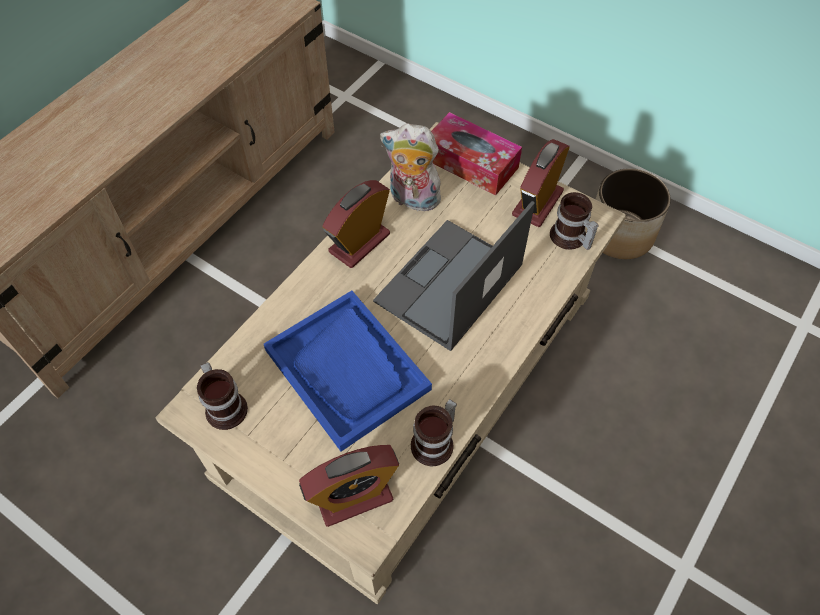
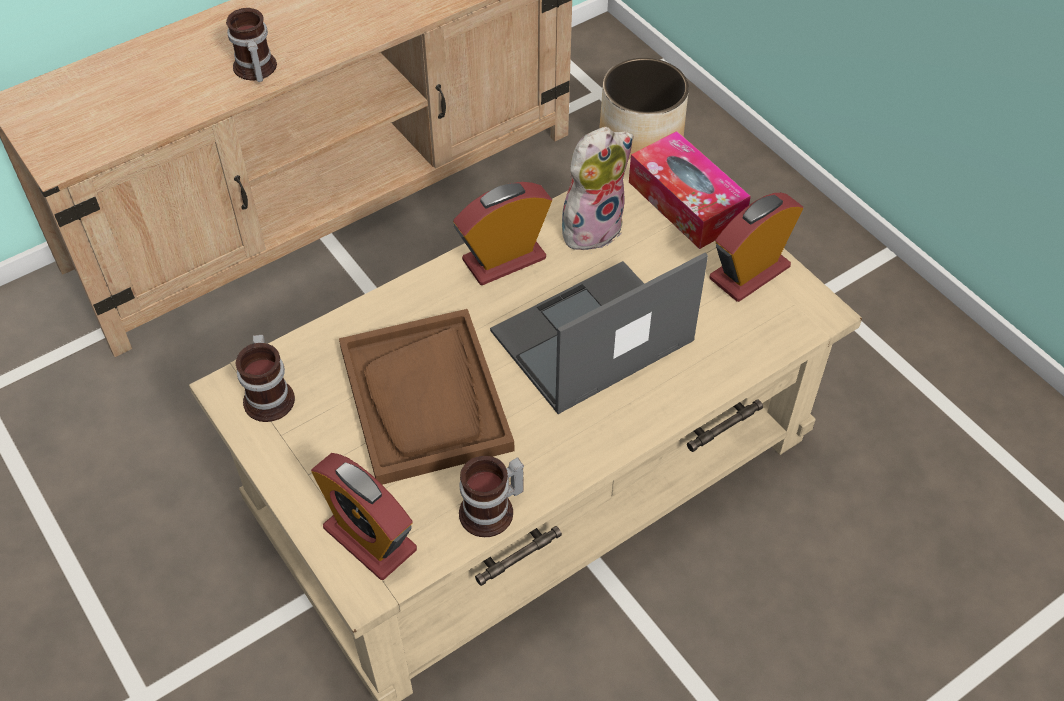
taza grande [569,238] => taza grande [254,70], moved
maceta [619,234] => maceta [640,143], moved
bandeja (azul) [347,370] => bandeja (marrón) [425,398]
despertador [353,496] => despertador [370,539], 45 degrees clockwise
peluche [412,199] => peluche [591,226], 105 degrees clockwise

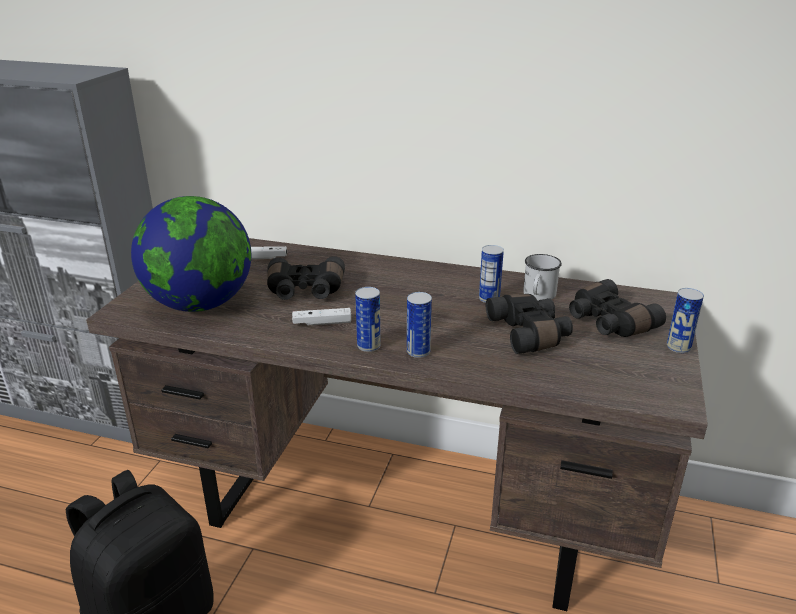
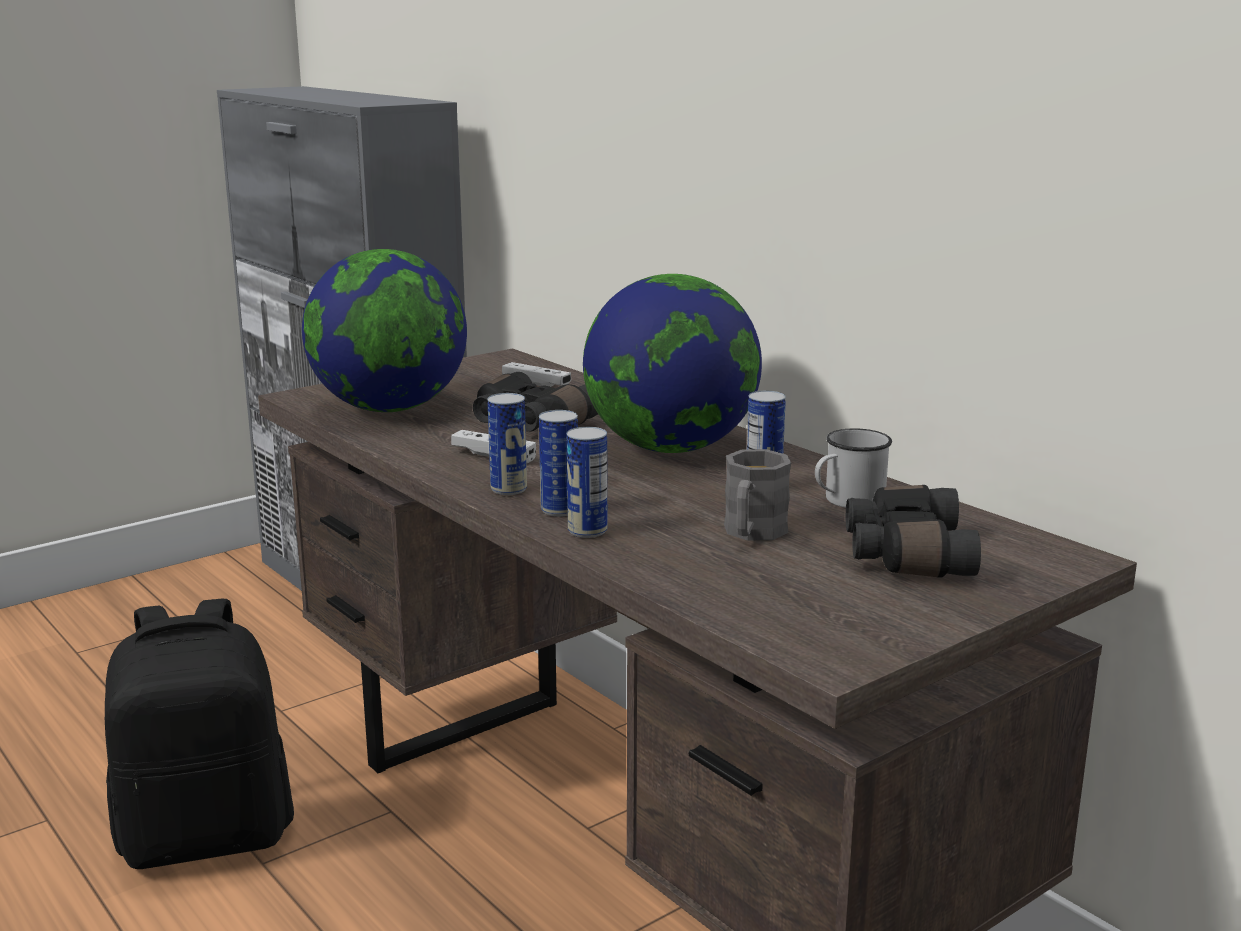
nothing => globo terráqueo [671,448]
lata [678,347] => lata [587,531], moved
prismáticos (negro) [530,333] => taza grande (gris) [752,533]

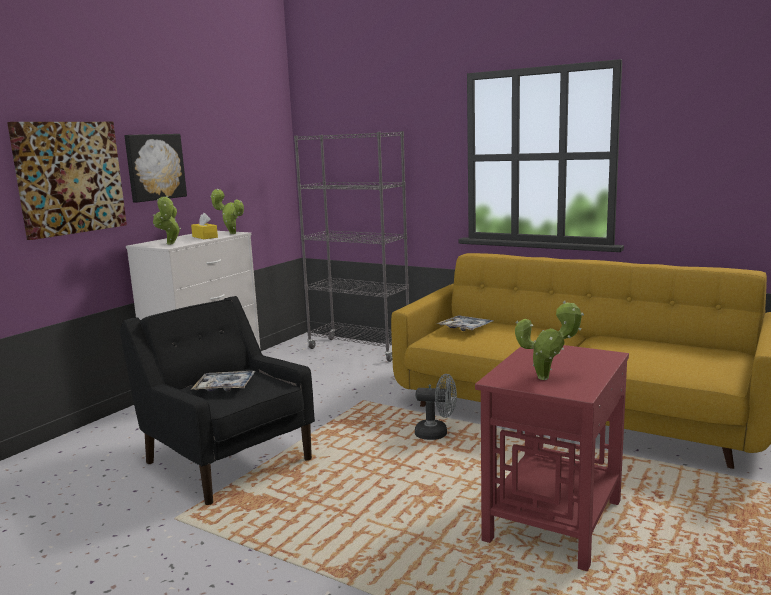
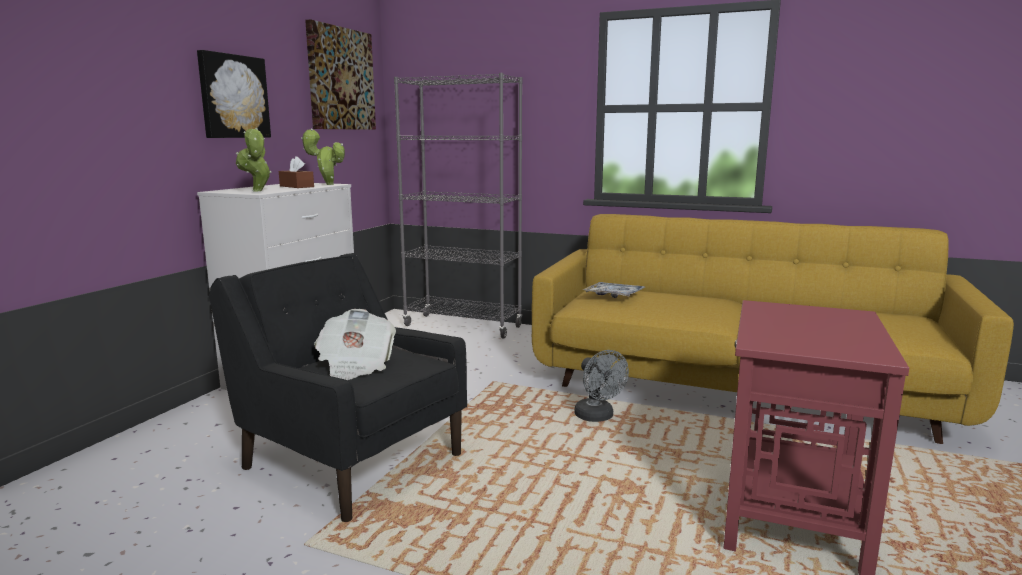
planta en maceta [547,378] => nothing
cuadro [69,178] => cuadro [340,79], moved
bandeja [225,387] => periódico [355,365]
caja de pañuelos (amarillo) [205,237] => caja de pañuelos (marrón) [296,186]
ventilador (gris) [437,434] => ventilador (gris) [598,417], 60 degrees clockwise

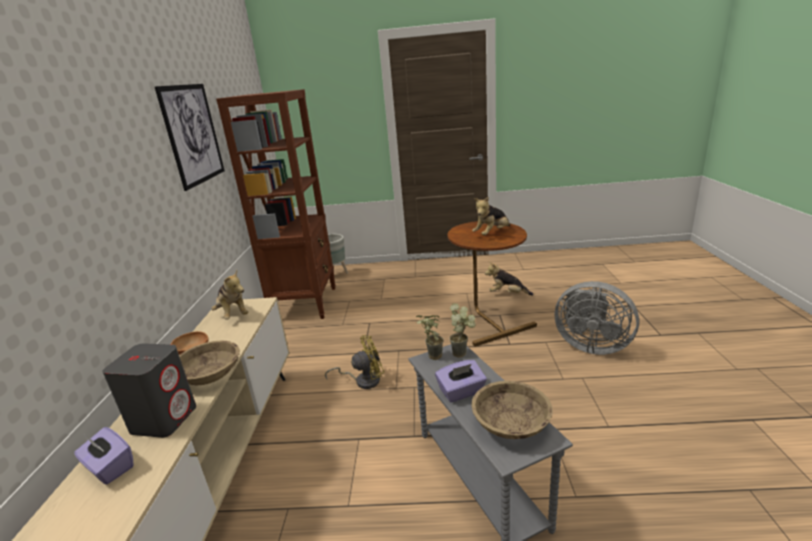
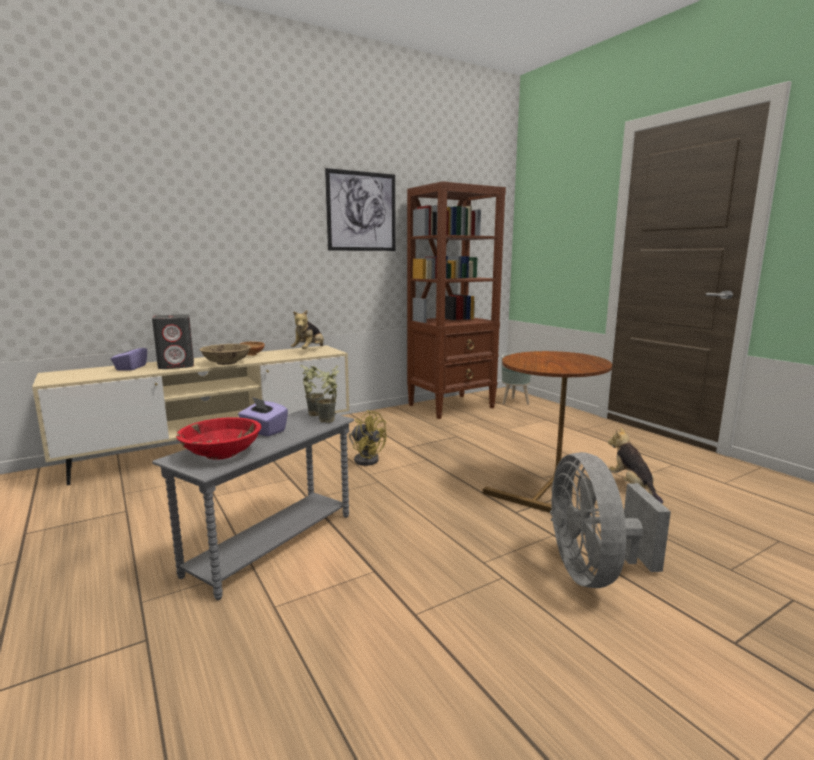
peluche [492,234] => nothing
cuenco (beis) [511,425] => cuenco (rojo) [221,453]

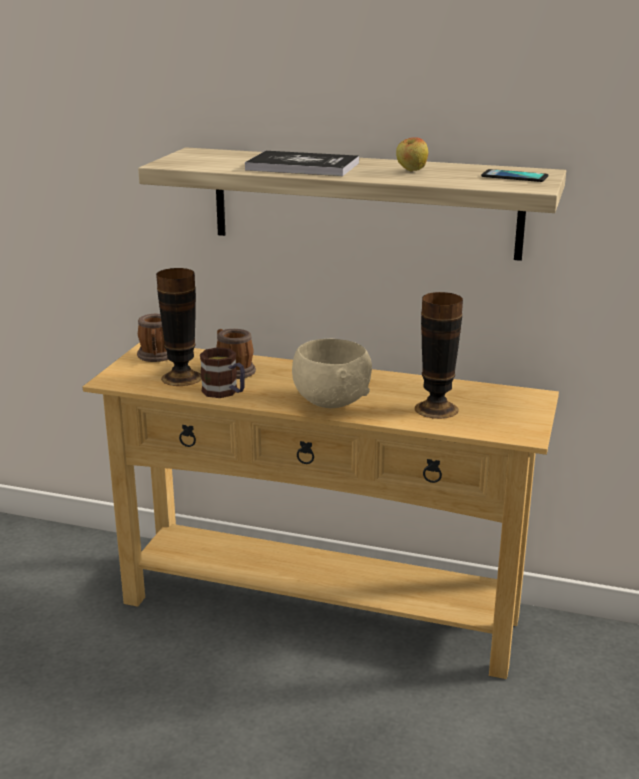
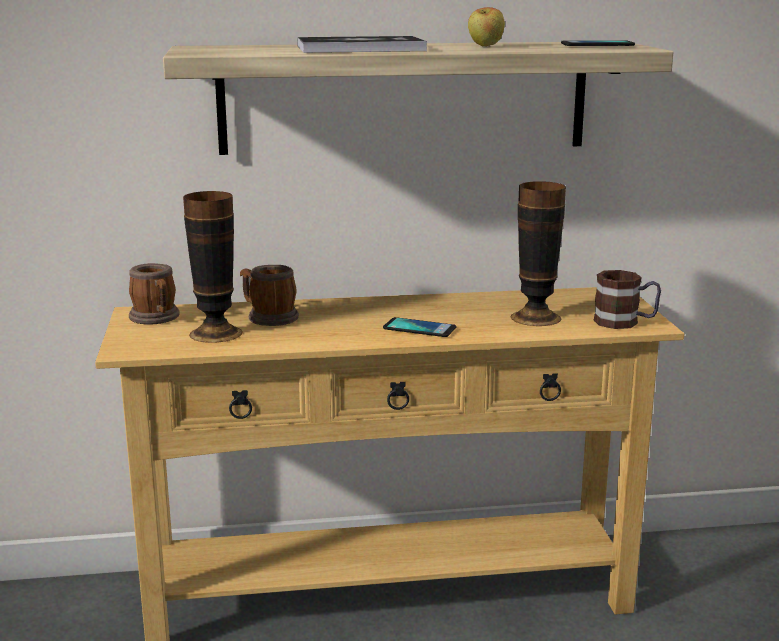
taza grande [225,393] => taza grande [625,322], moved
cuenco (beis) [331,401] => móvil [419,328]

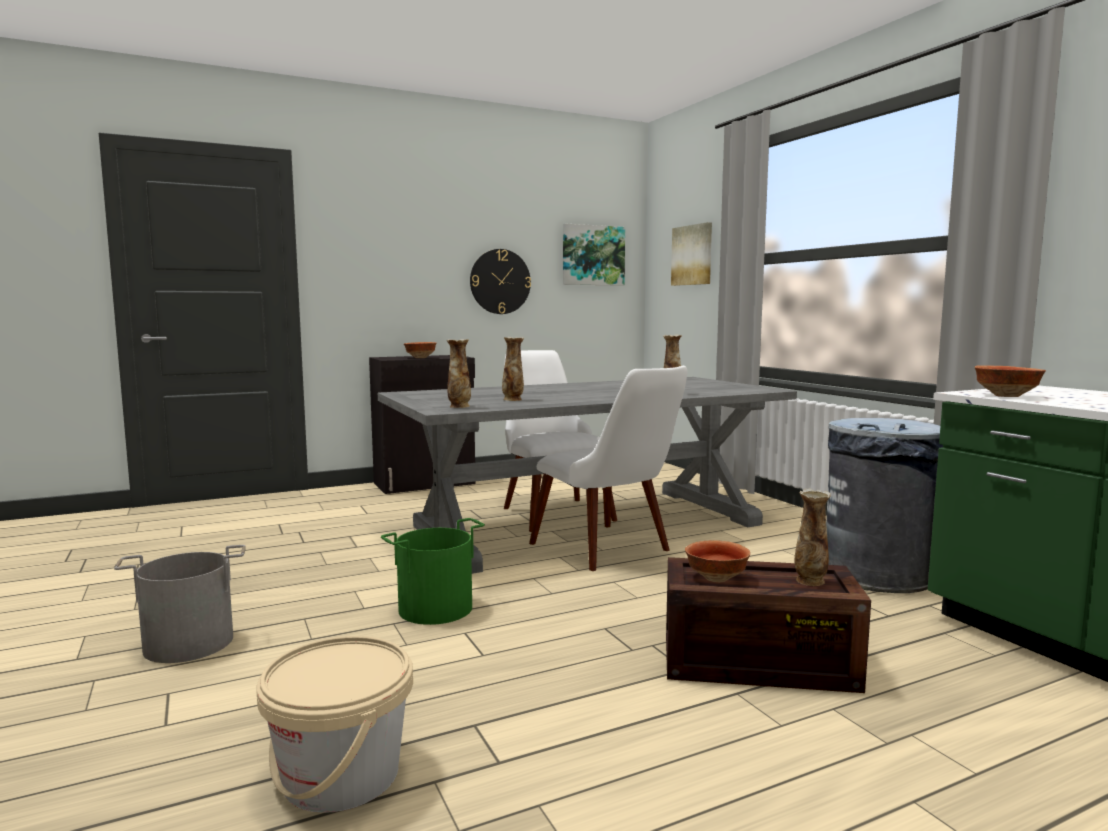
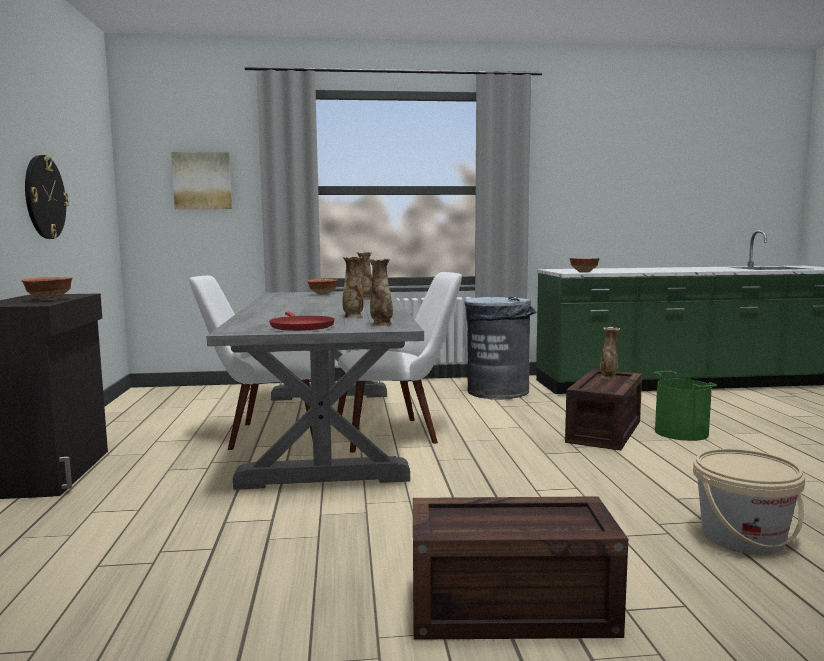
cuadro [593,255] => nothing
nothing => sartén (rojo) [300,327]
cubo (verde) [436,609] => cubo (verde) [682,432], moved
cuenco [715,578] => cuenco [323,294], moved
cubo (gris) [188,644] => caja de embalaje [513,607]

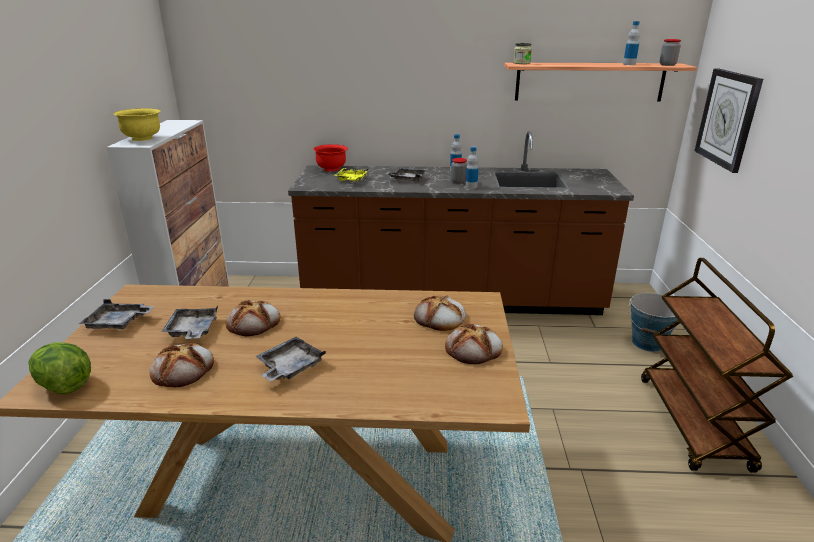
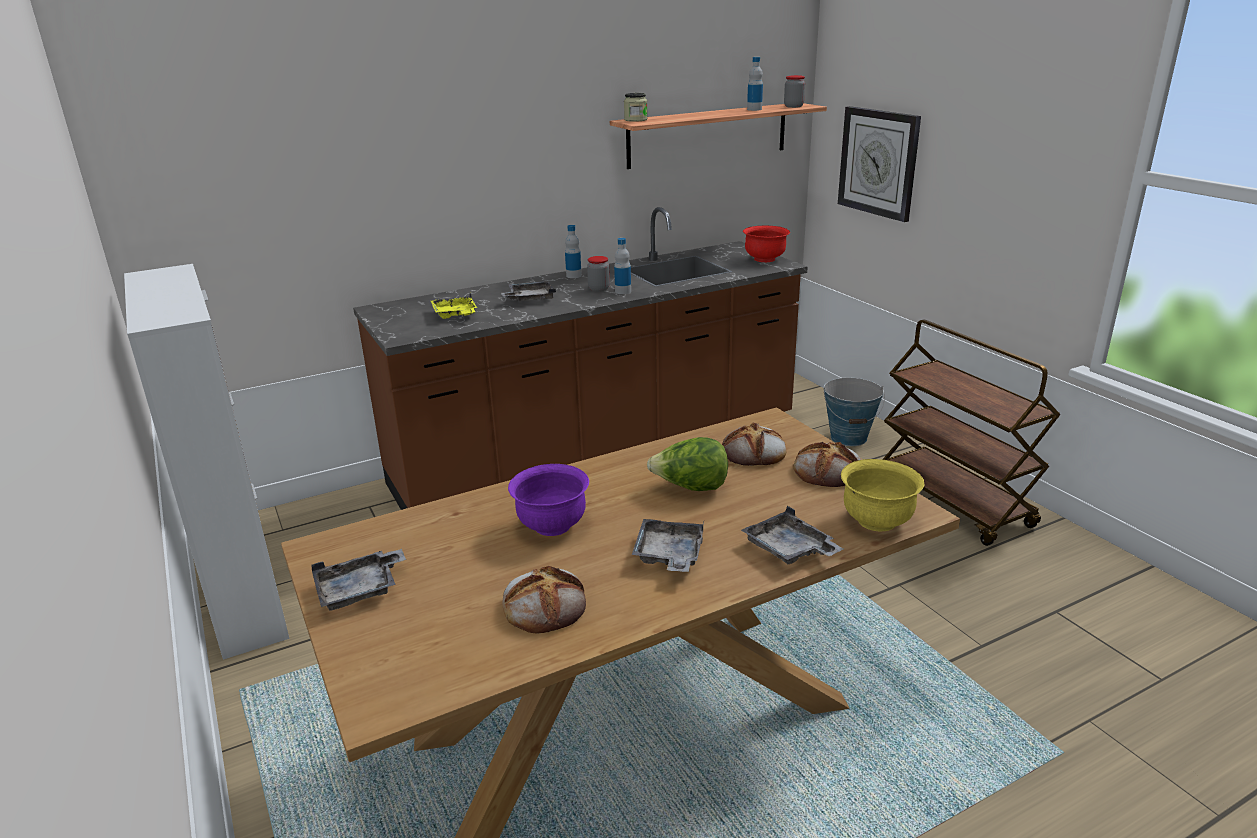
lechuga [64,385] => lechuga [690,488], moved
cuenco (amarillo) [142,138] => cuenco (amarillo) [877,521], moved
bandeja (gris) [192,330] => bandeja (gris) [789,550], moved
cuenco (rojo) [331,169] => cuenco (rojo) [765,259], moved
pan [254,322] => cuenco (morado) [551,526]

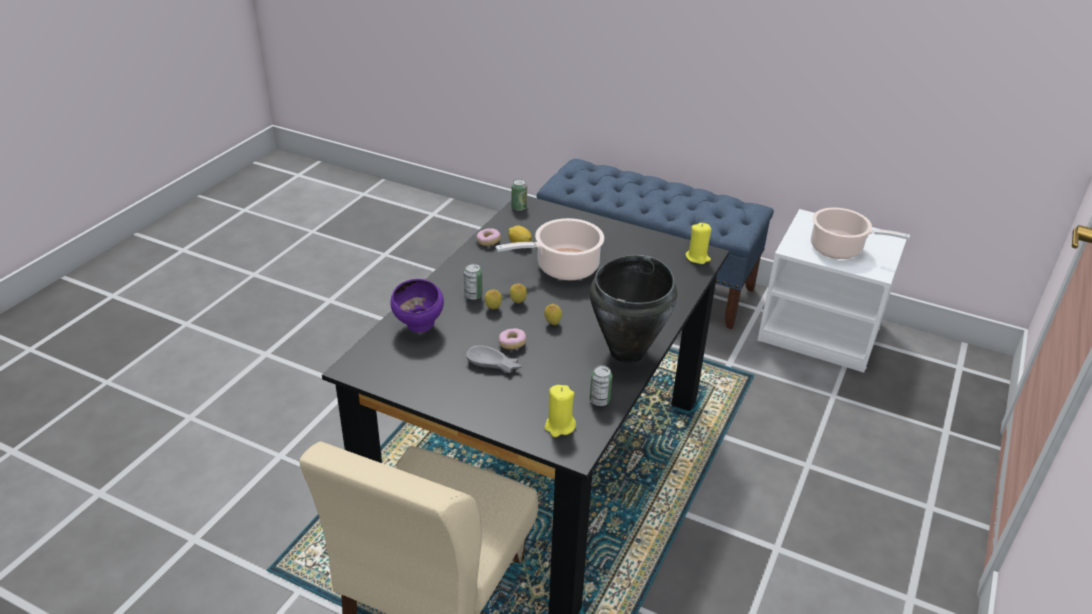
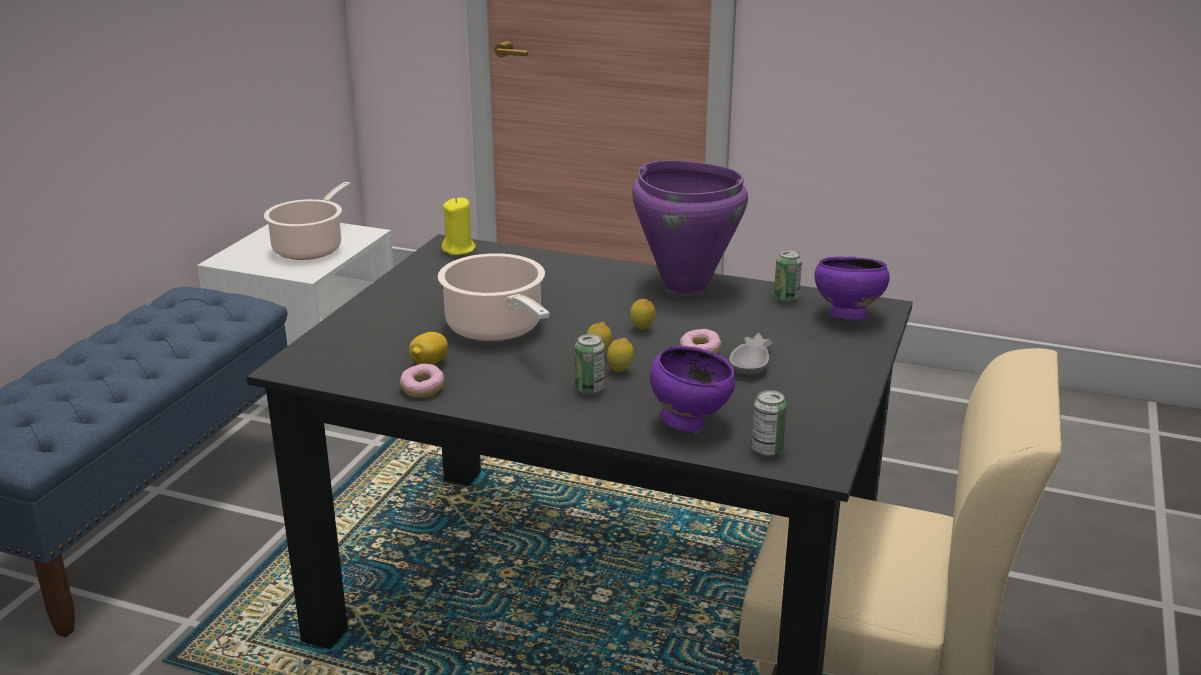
lata [519,207] => lata [767,449], moved
vela (amarillo) [559,426] => cuenco (morado) [846,316]
olla (negro) [628,352] => olla (morado) [685,285]

